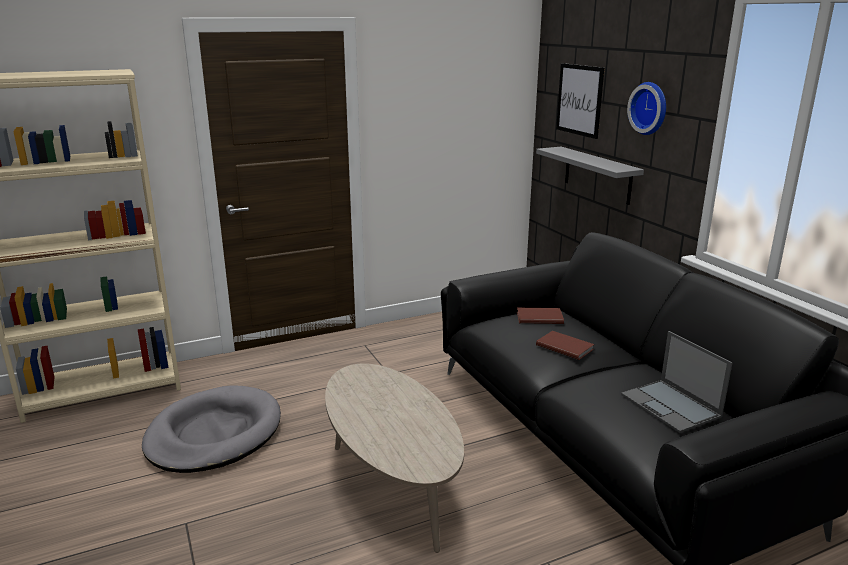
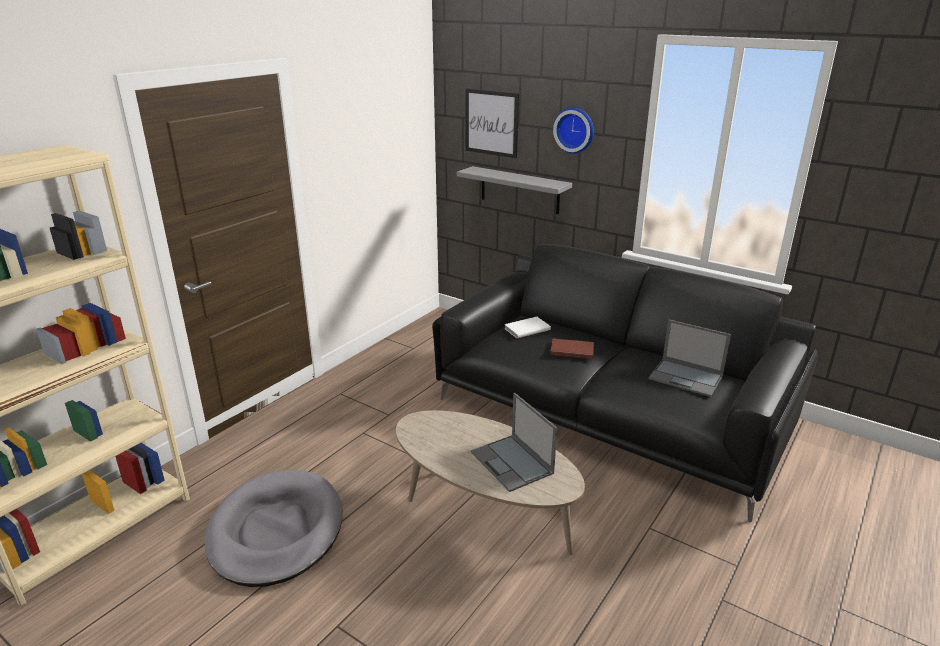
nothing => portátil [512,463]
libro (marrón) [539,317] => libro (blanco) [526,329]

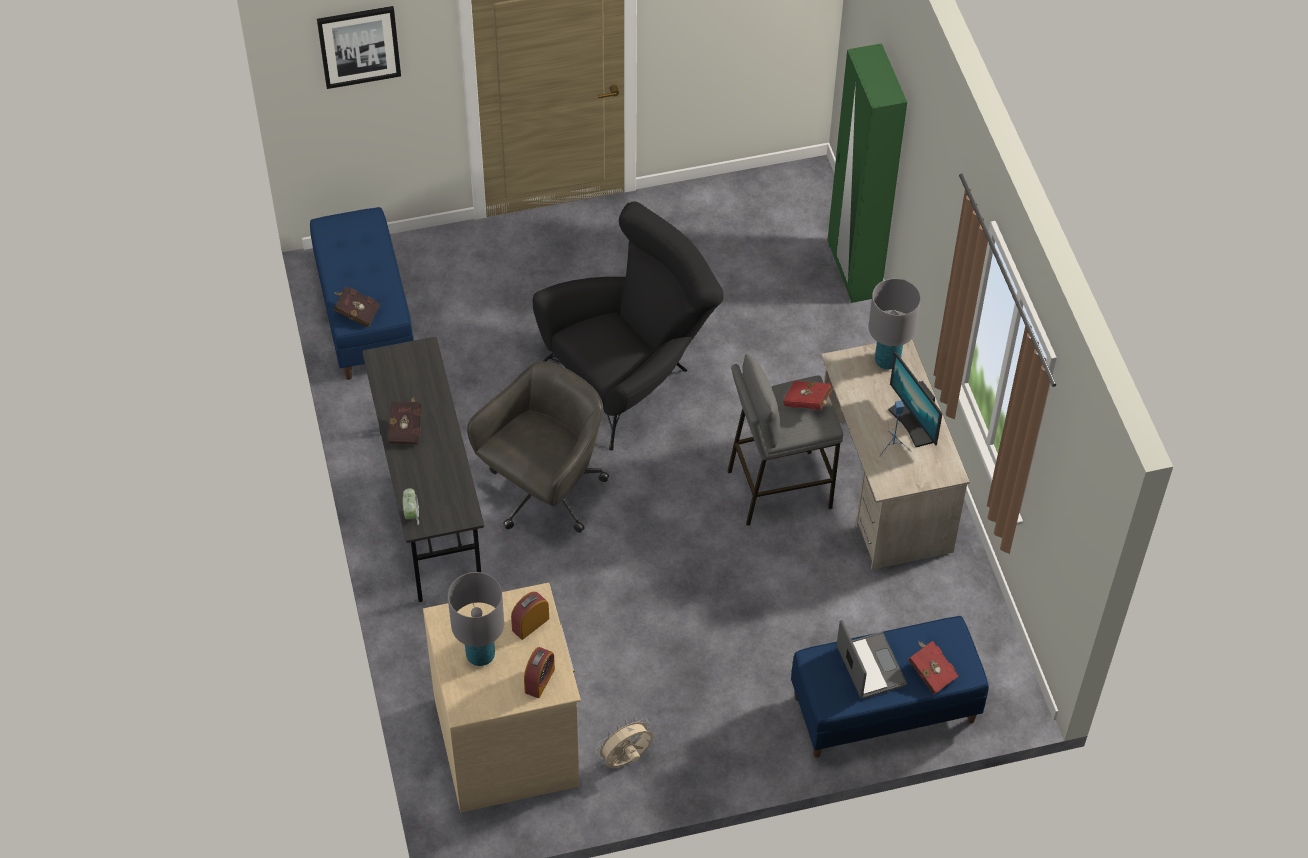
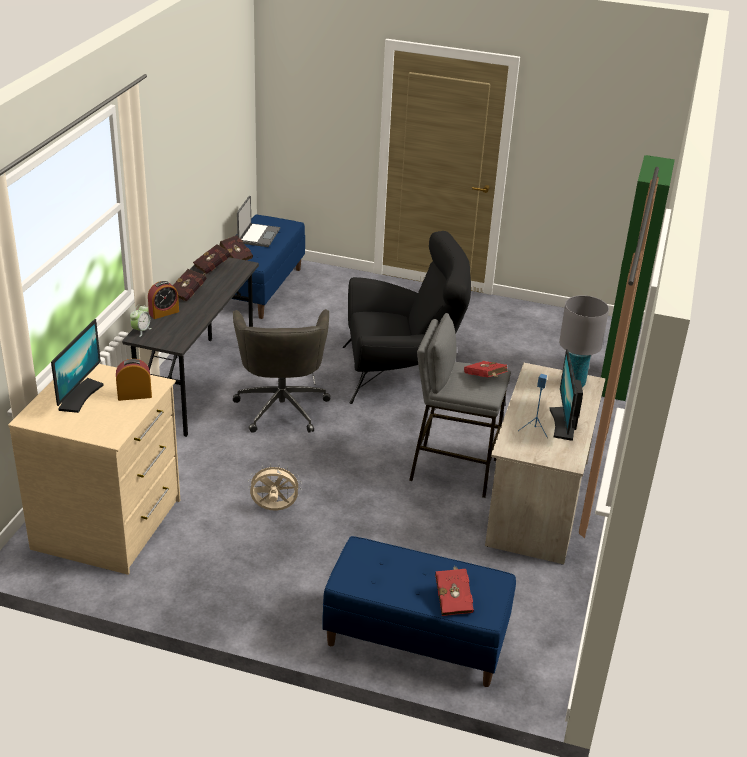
cuadro [359,46] => nothing
nothing => libro (rojo) [214,267]
despertador [539,680] => despertador [164,313], moved
ventilador (beis) [626,760] => ventilador (beis) [274,509], moved
portátil [869,667] => portátil [258,236], moved
lámpara de mesa (gris) [480,655] => monitor [79,396]
silla de oficina (gris) [544,492] => silla de oficina (gris) [282,406], 105 degrees clockwise

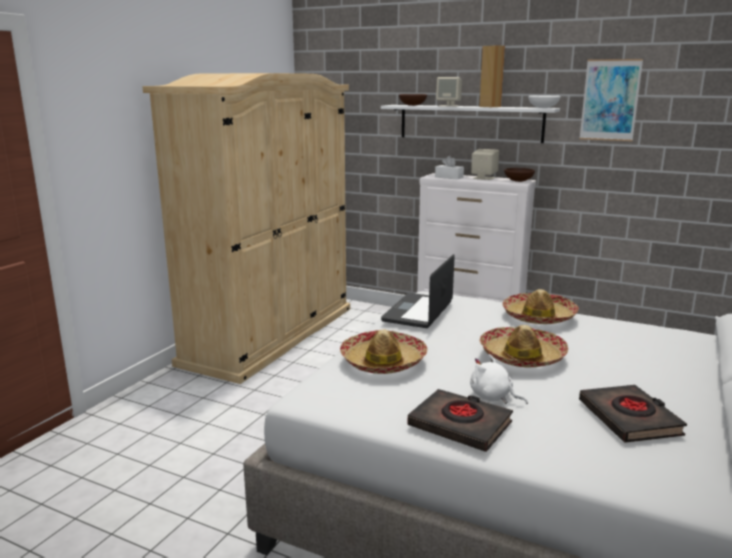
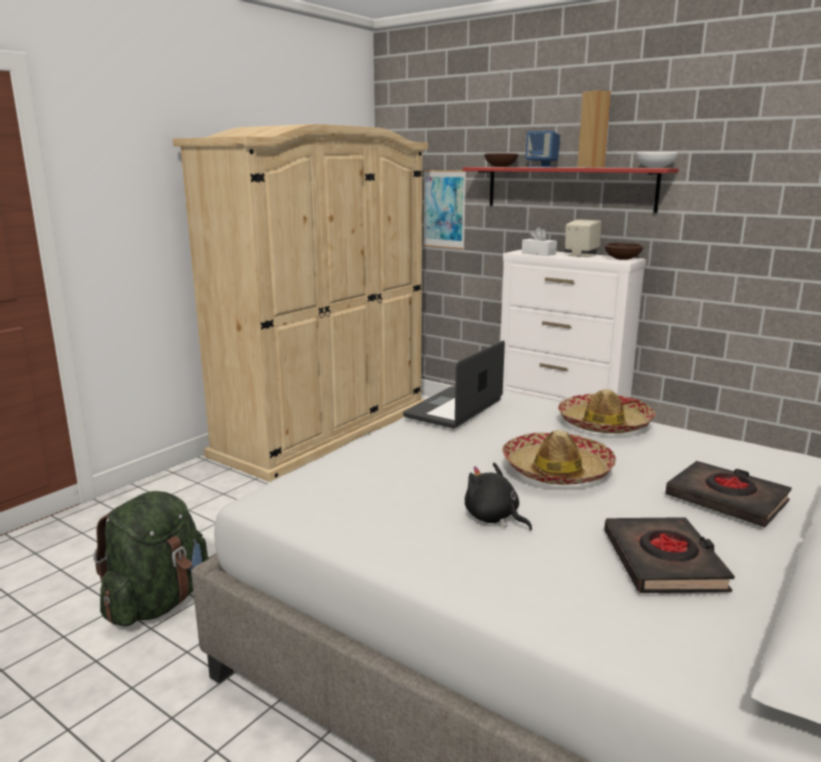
sombrero [383,361] => nothing
nothing => mochila (verde) [158,602]
libro (negro) [460,425] => libro (negro) [727,499], moved
cuadro [610,100] => cuadro [444,209], moved
estante (blanco) [470,123] => estante (rojo) [569,188]
altavoz (beis) [448,106] => altavoz (azul) [542,167]
peluche (blanco) [493,397] => peluche (negro) [493,518]

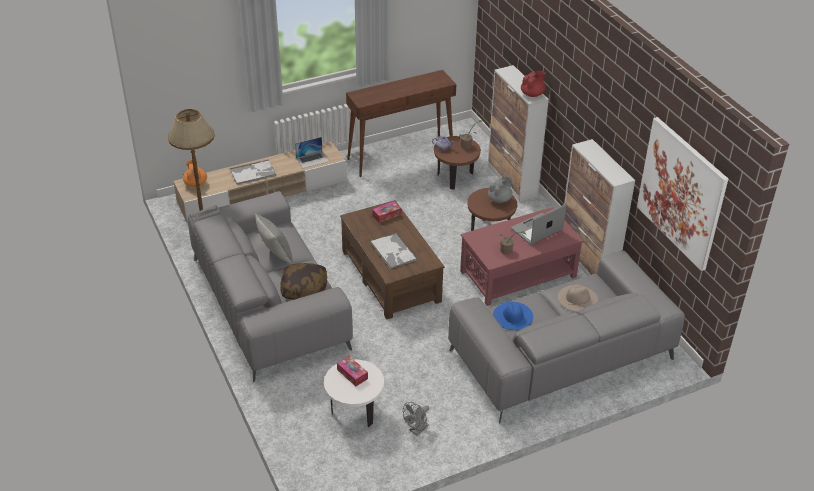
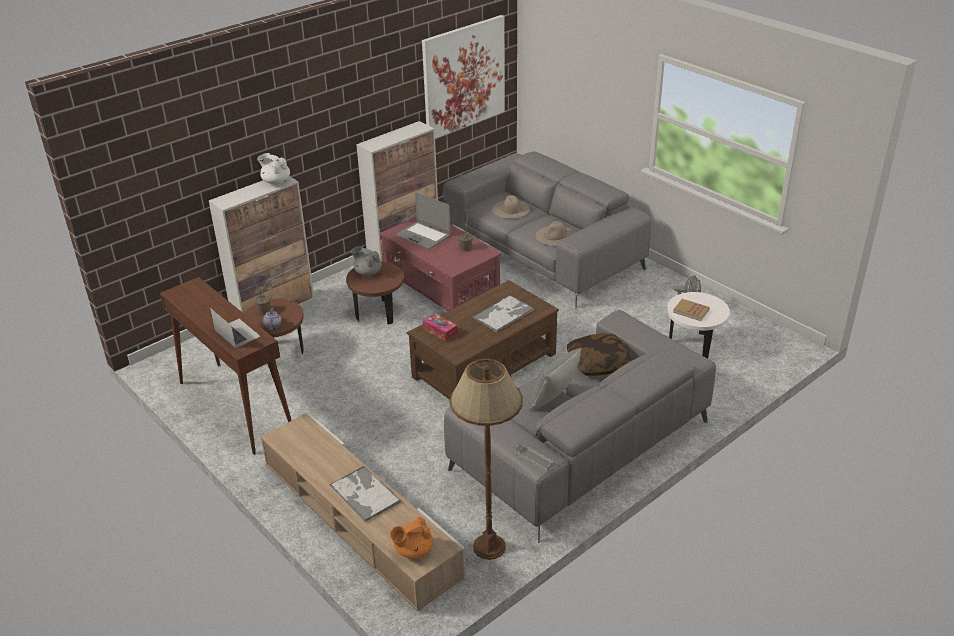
portátil [312,159] => portátil [237,333], moved
caja de pañuelos [352,374] => libro [691,311]
sombrero (azul) [513,315] => sombrero (beis) [555,236]
tetera (rojo) [532,94] => tetera (blanco) [276,181]

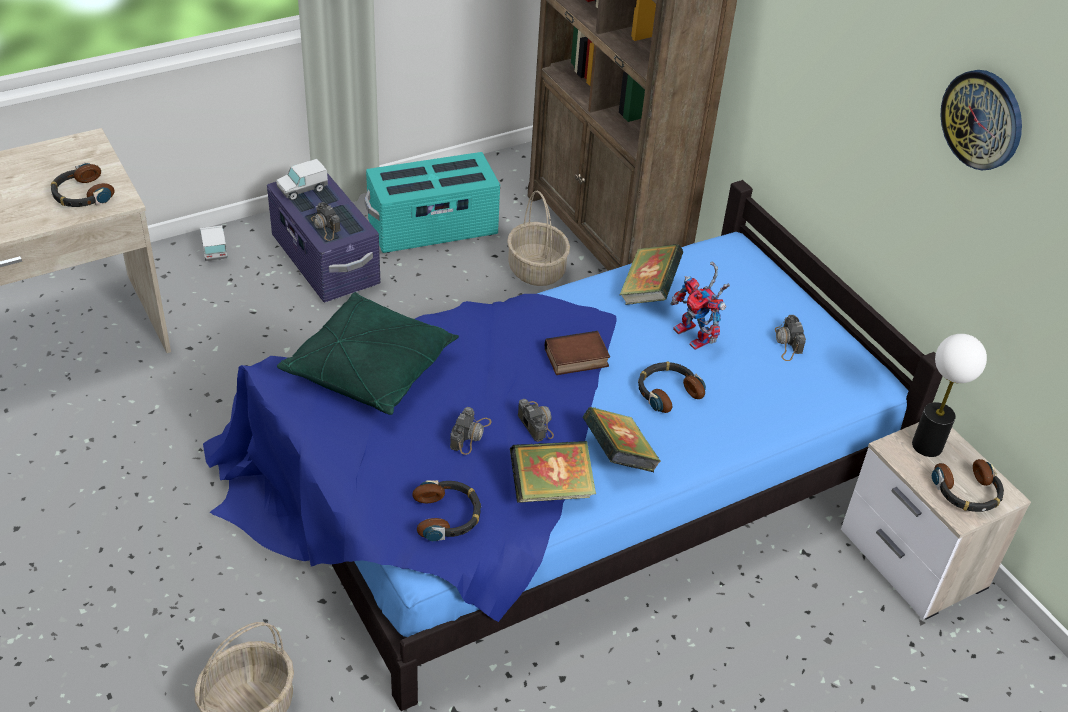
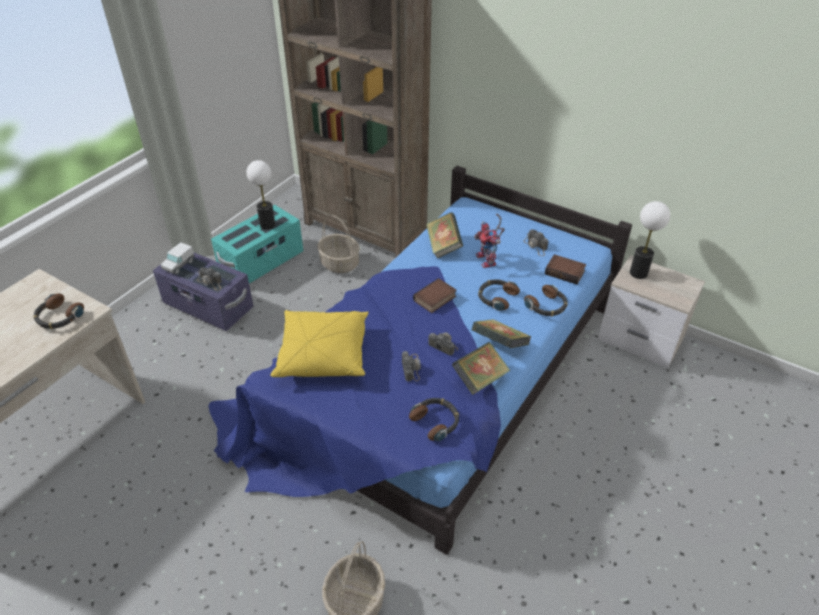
camión de juguete [214,250] => nothing
reloj de pared [982,119] => nothing
nothing => lámpara de mesa [268,225]
nothing => libro [565,272]
auriculares [967,492] => auriculares [547,306], moved
cojín (verde) [370,369] => cojín (amarillo) [323,354]
robot de juguete [697,337] => robot de juguete [488,261], 45 degrees clockwise

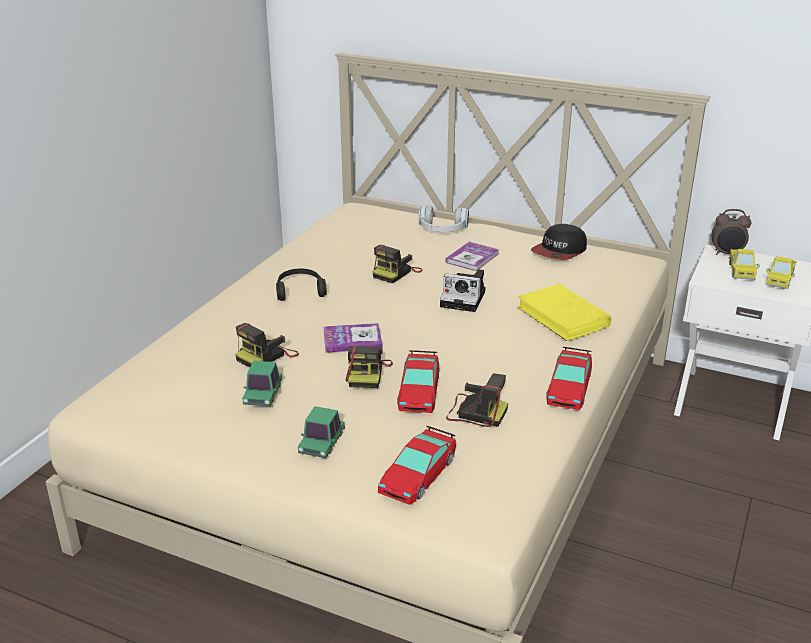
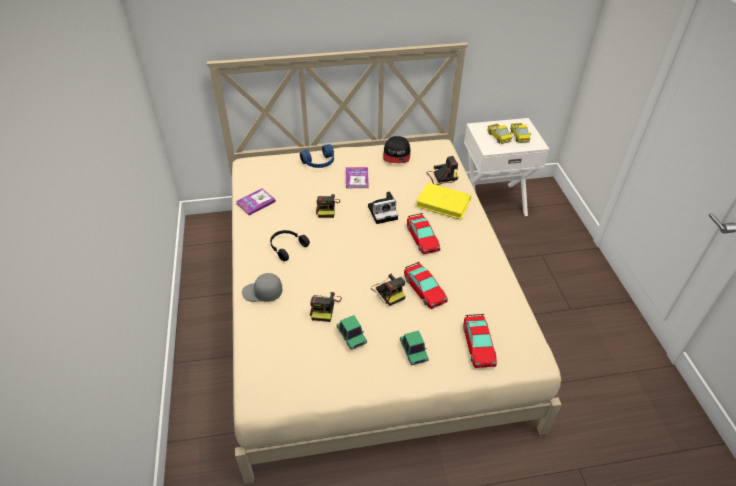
despertador [727,254] => nothing
nothing => gorra (gris) [262,293]
libro [352,340] => libro [255,202], moved
cámara [475,412] => cámara [441,177], moved
coche de juguete [568,387] => coche de juguete [422,238], moved
auriculares (blanco) [442,230] => auriculares (azul) [319,163]

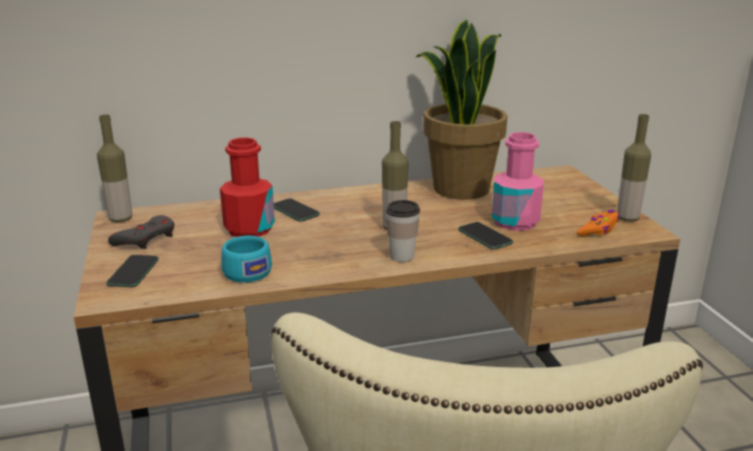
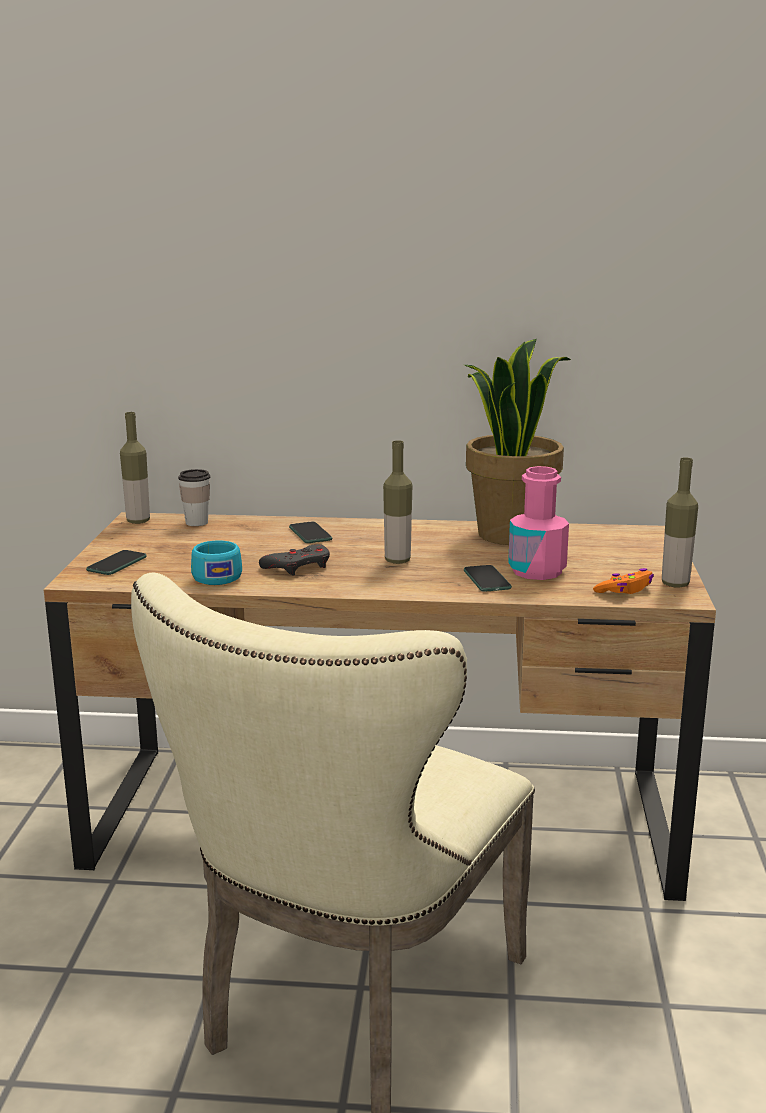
botella (rojo) [249,229] => nothing
mando de consola (gris) [146,238] => mando de consola (gris) [298,566], moved
taza [402,256] => taza [197,522], moved

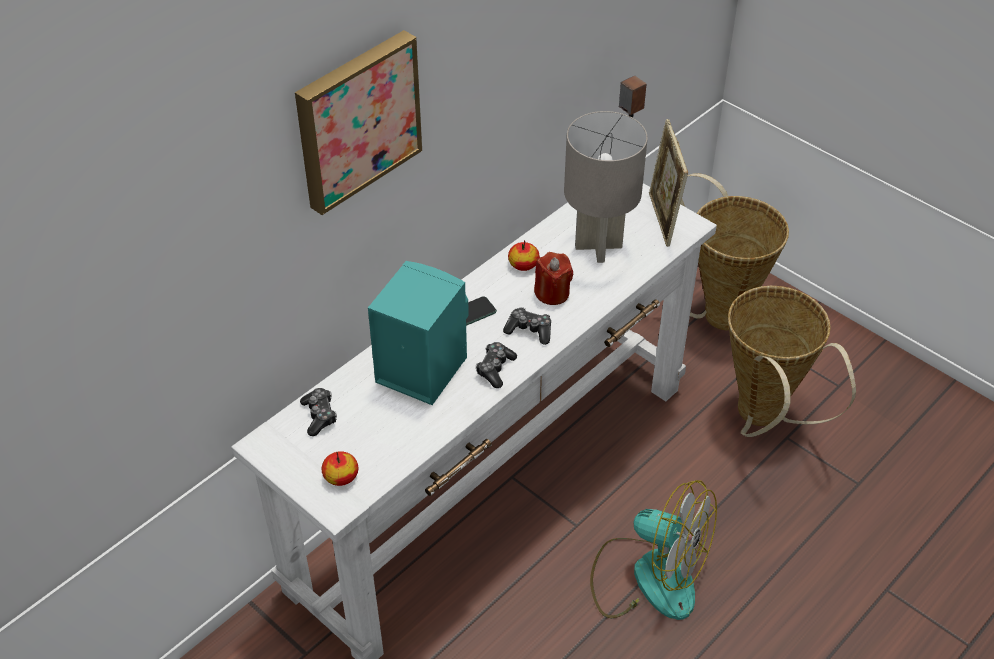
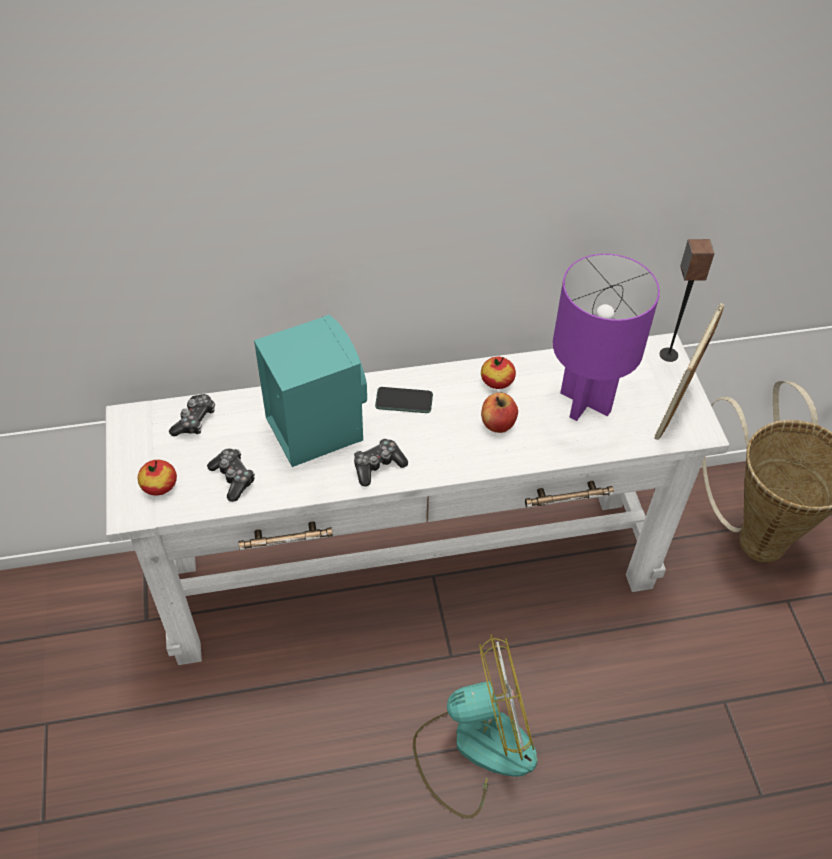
cuadro [356,119] => nothing
cesta [763,420] => nothing
mando de consola [529,330] => mando de consola [233,478], moved
vela (rojo) [552,293] => manzana [498,423]
lámpara de mesa (gris) [599,247] => lámpara de mesa (morado) [585,403]
ventilador [648,576] => ventilador [474,746], 75 degrees counterclockwise

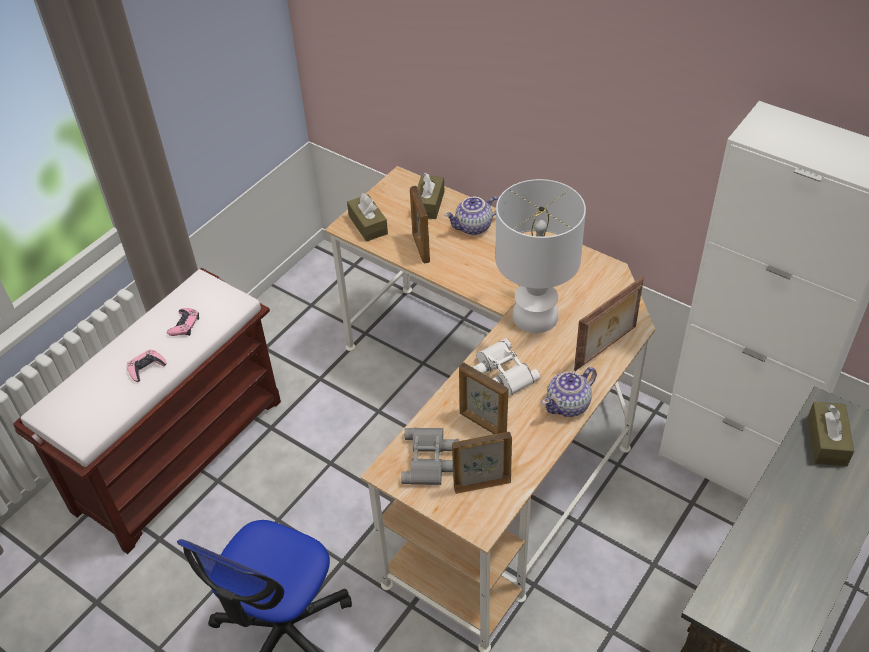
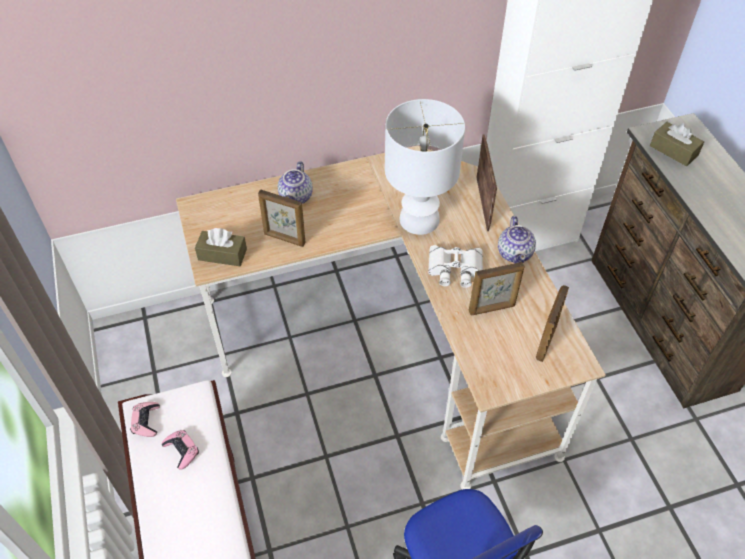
prismáticos (gris) [431,459] => nothing
caja de pañuelos (marrón) [429,204] => nothing
mando de consola (rosa) [146,368] => mando de consola (rosa) [146,421], moved

